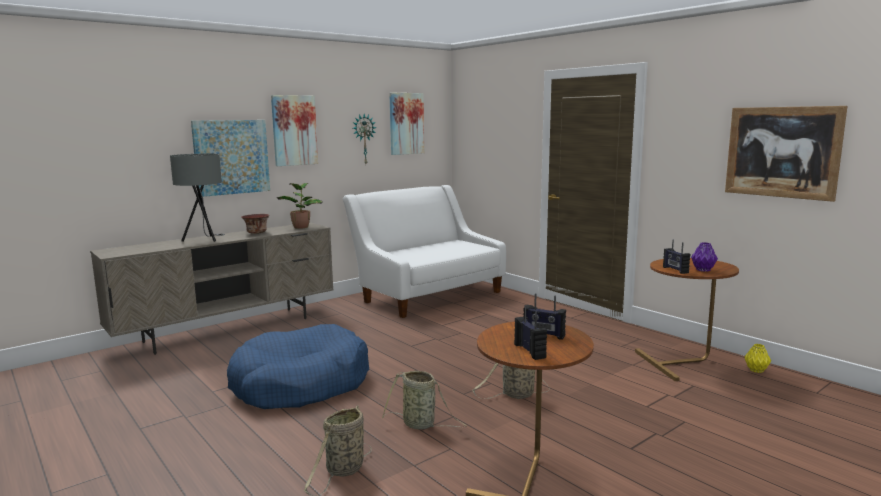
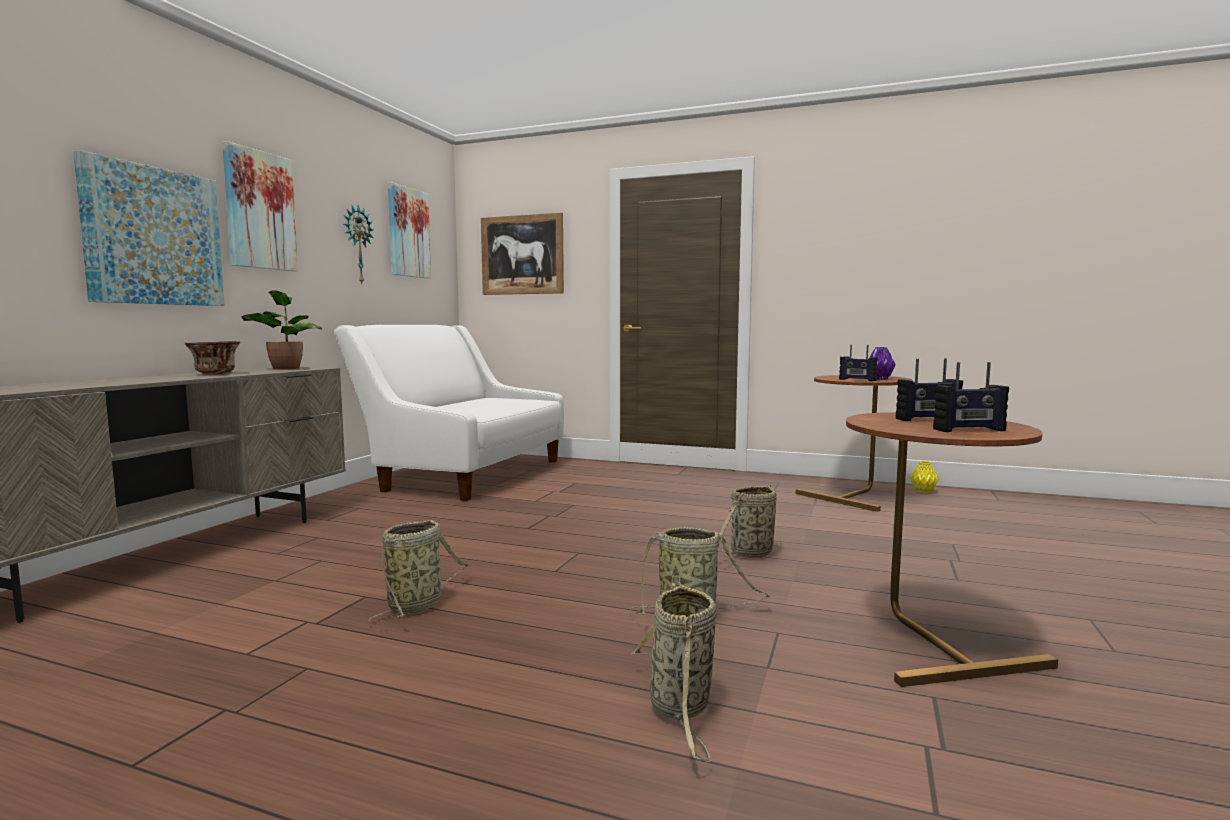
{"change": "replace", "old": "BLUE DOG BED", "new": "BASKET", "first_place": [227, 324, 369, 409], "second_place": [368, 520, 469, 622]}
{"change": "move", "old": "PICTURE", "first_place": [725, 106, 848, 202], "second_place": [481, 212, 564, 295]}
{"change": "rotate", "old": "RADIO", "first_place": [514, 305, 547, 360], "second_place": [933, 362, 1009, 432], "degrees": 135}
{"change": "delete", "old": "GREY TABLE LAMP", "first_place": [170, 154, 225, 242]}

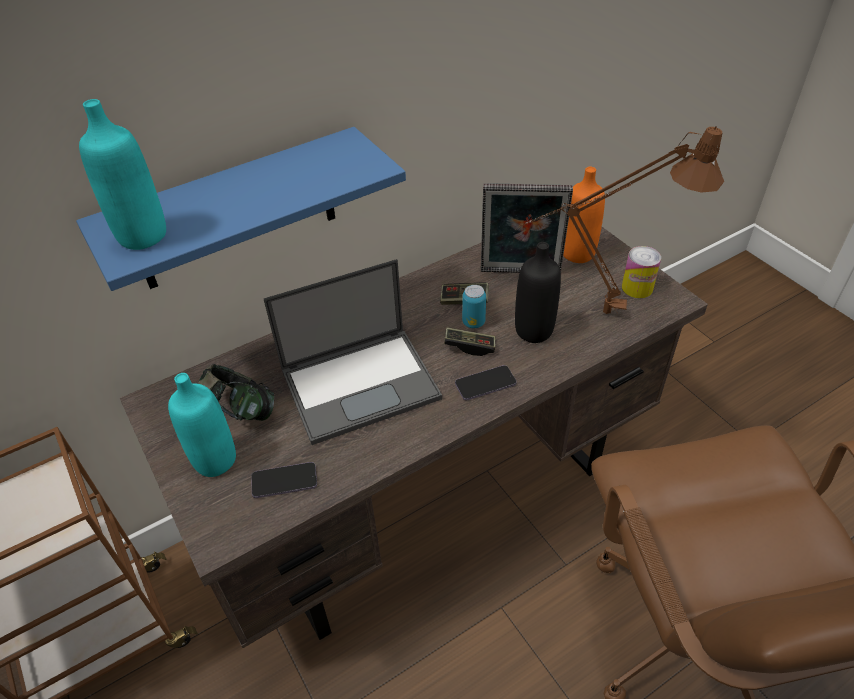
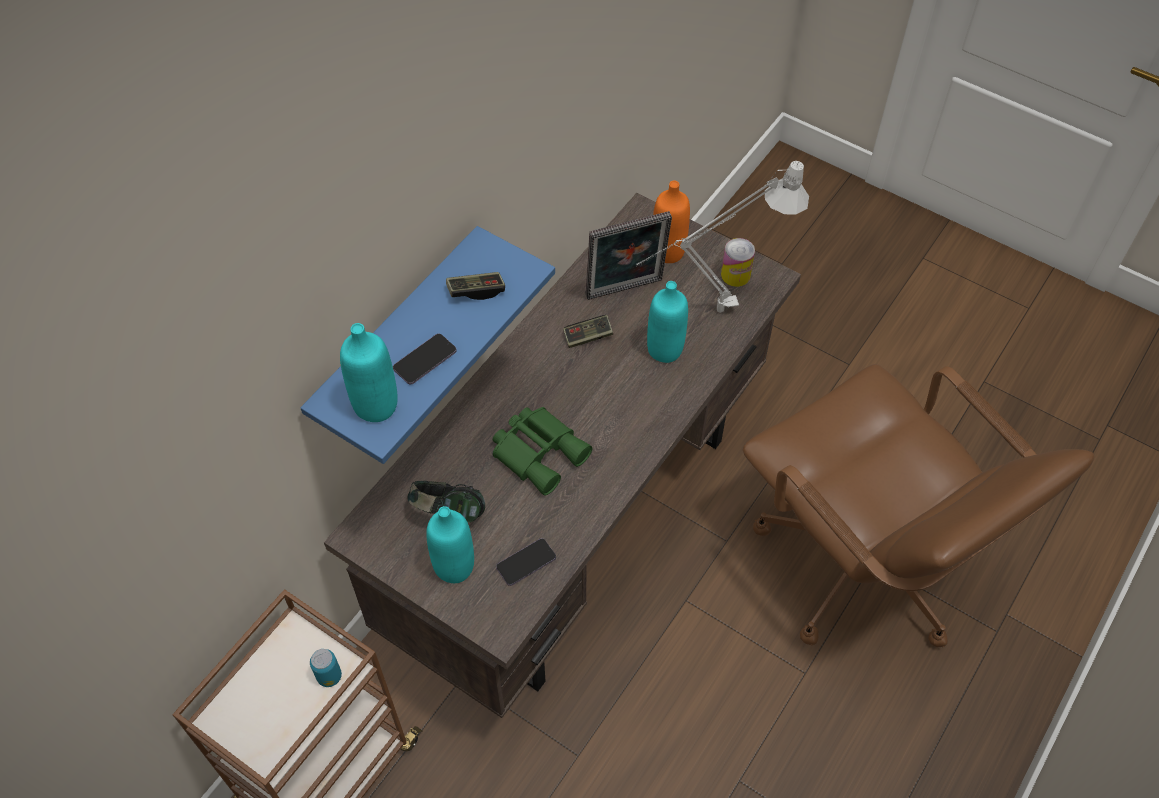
{"change": "move", "old": "CAN", "first_place": [462, 285, 486, 328], "second_place": [310, 649, 342, 687]}
{"change": "move", "old": "PHONE", "first_place": [455, 365, 516, 400], "second_place": [393, 334, 457, 384]}
{"change": "move", "old": "GAME CONTROLLER", "first_place": [444, 327, 495, 356], "second_place": [446, 272, 505, 300]}
{"change": "replace", "old": "LAPTOP", "new": "GREEN BINOCULARS", "first_place": [264, 259, 442, 445], "second_place": [493, 407, 593, 496]}
{"change": "recolor", "old": "BROWN TABLE LAMP", "new": "GREY TABLE LAMP", "first_place": [519, 126, 724, 314], "second_place": [637, 161, 809, 313]}
{"change": "recolor", "old": "BLACK BOTTLE", "new": "TURQUOISE BOTTLE", "first_place": [515, 242, 561, 343], "second_place": [647, 281, 688, 363]}

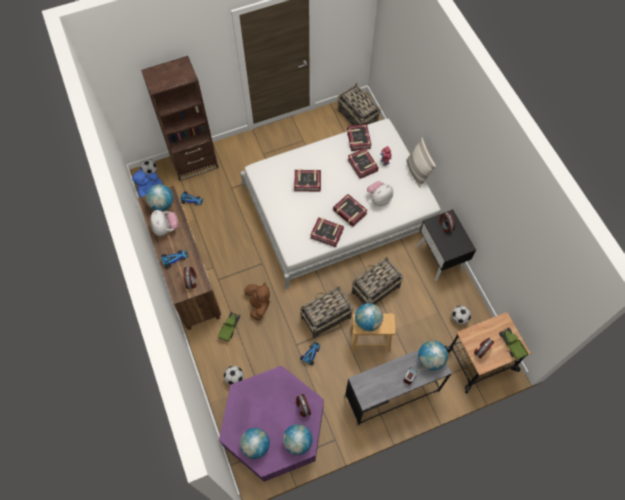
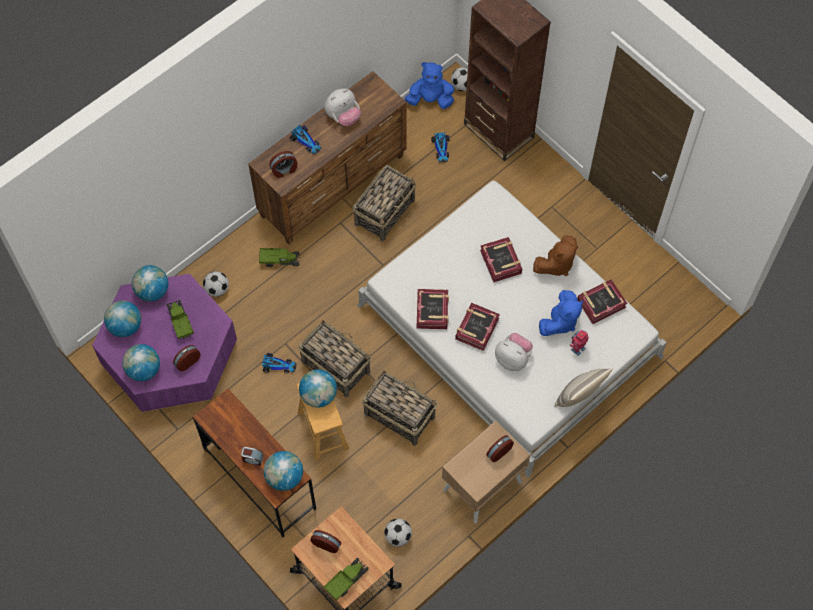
{"change": "move", "old": "GLOBE", "first_place": [146, 184, 173, 211], "second_place": [132, 265, 168, 302]}
{"change": "insert", "new": "TOY TRUCK", "second_place": [167, 300, 194, 340]}
{"change": "recolor", "old": "GREY DESK", "new": "BROWN DESK", "first_place": [344, 350, 452, 426], "second_place": [193, 389, 316, 537]}
{"change": "move", "old": "BASKET", "first_place": [338, 83, 381, 126], "second_place": [353, 165, 416, 242]}
{"change": "recolor", "old": "BLACK NIGHTSTAND", "new": "BEIGE NIGHTSTAND", "first_place": [417, 209, 476, 281], "second_place": [442, 421, 530, 524]}
{"change": "move", "old": "BROWN PLUSH TOY", "first_place": [244, 282, 270, 321], "second_place": [533, 235, 578, 276]}
{"change": "replace", "old": "BOOK", "new": "BLUE PLUSH TOY", "first_place": [348, 148, 379, 179], "second_place": [539, 290, 583, 336]}

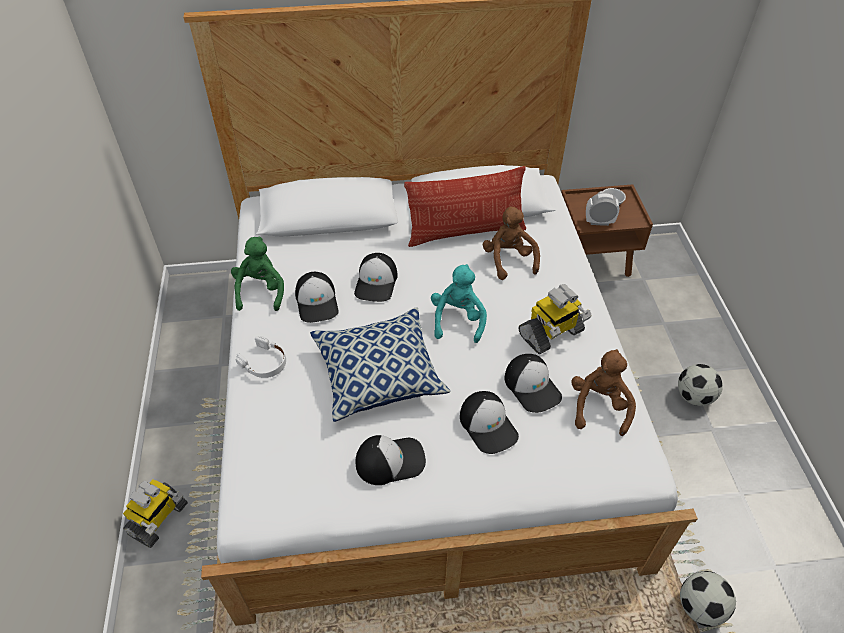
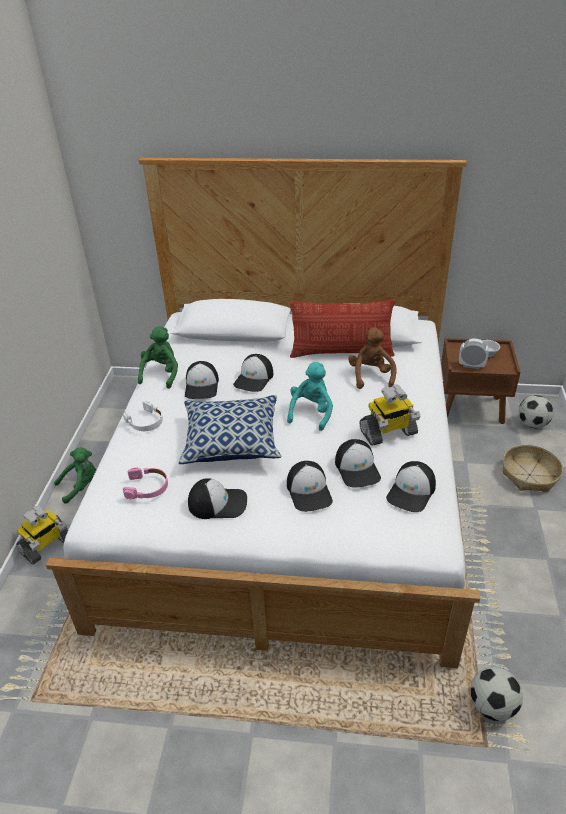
{"change": "insert", "new": "GREEN PLUSH TOY", "second_place": [54, 447, 97, 504]}
{"change": "insert", "new": "PINK HEADPHONES", "second_place": [123, 467, 168, 499]}
{"change": "replace", "old": "BROWN PLUSH TOY", "new": "CAP", "first_place": [571, 349, 636, 436], "second_place": [386, 461, 436, 512]}
{"change": "insert", "new": "BASKET", "second_place": [503, 445, 563, 492]}
{"change": "move", "old": "FOOTBALL", "first_place": [678, 364, 723, 406], "second_place": [518, 395, 554, 428]}

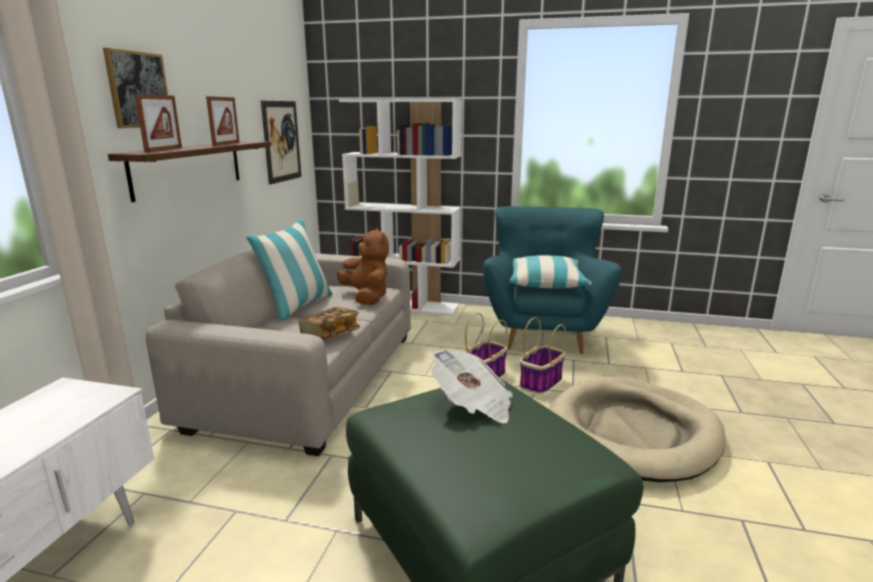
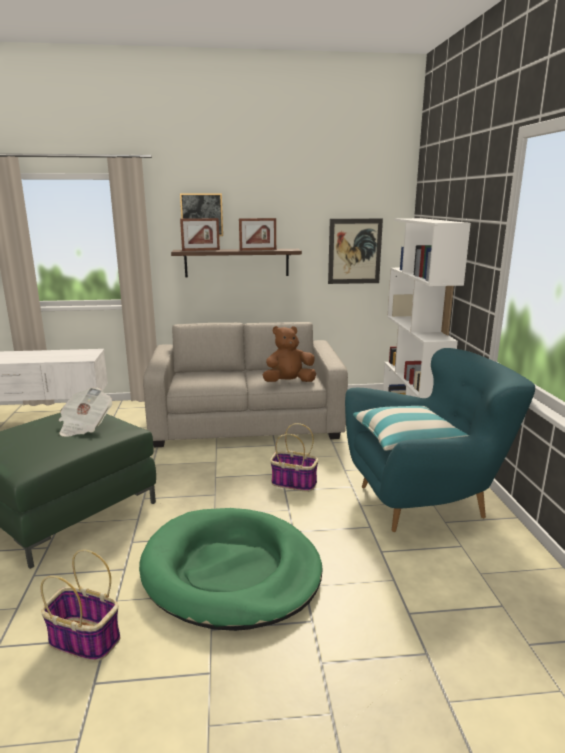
{"change": "move", "old": "BASKET", "first_place": [520, 317, 566, 394], "second_place": [40, 550, 120, 661]}
{"change": "recolor", "old": "BEIGE DOG BED", "new": "GREEN DOG BED", "first_place": [549, 377, 725, 482], "second_place": [139, 508, 323, 631]}
{"change": "rotate", "old": "BROWN PLUSH TOY", "first_place": [337, 227, 389, 305], "second_place": [263, 326, 316, 382], "degrees": -150}
{"change": "delete", "old": "PILLOW", "first_place": [246, 219, 333, 321]}
{"change": "delete", "old": "BOOK", "first_place": [299, 307, 360, 340]}

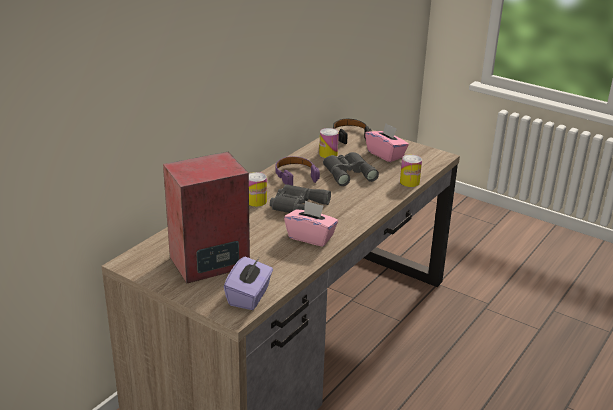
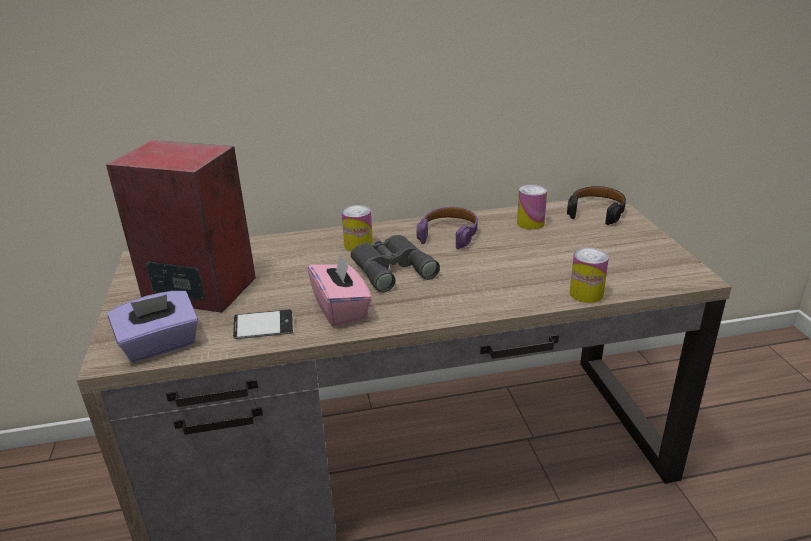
{"change": "insert", "new": "PHONE", "second_place": [233, 309, 293, 339]}
{"change": "delete", "old": "GREY BINOCULARS", "first_place": [323, 152, 379, 186]}
{"change": "delete", "old": "PINK TISSUE BOX", "first_place": [365, 123, 409, 162]}

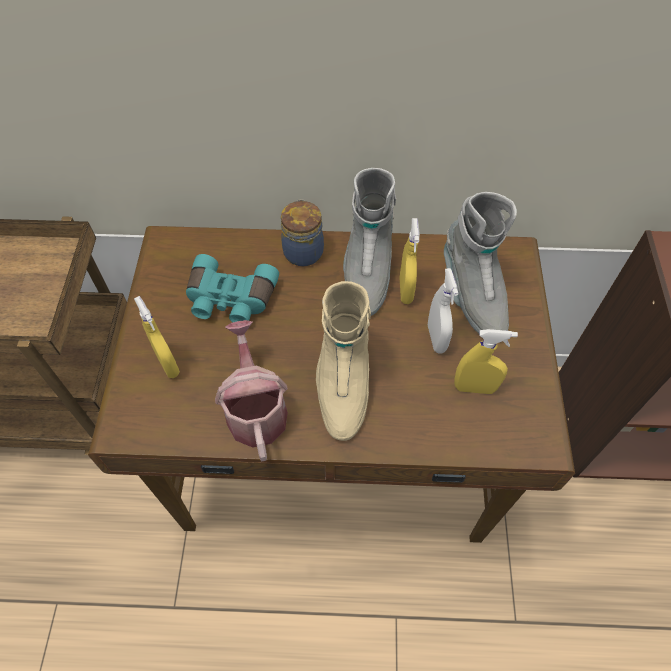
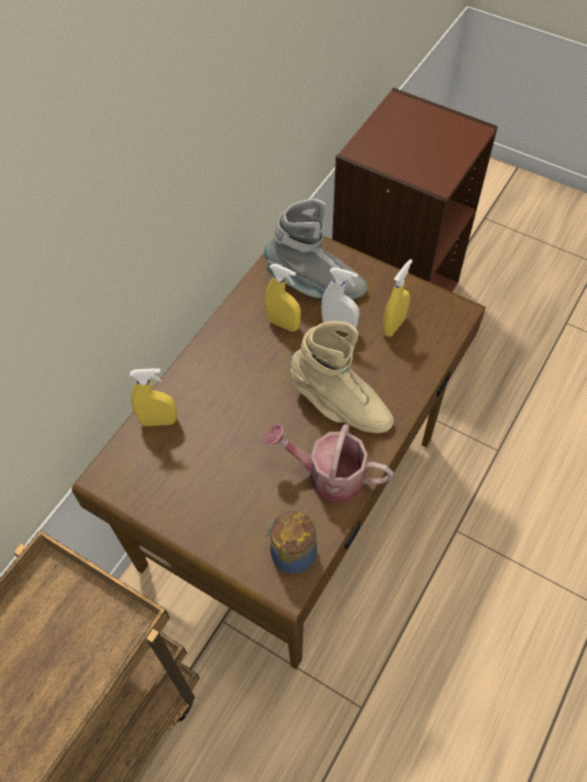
{"change": "move", "old": "YELLOW SPRAY BOTTLE", "first_place": [134, 296, 180, 378], "second_place": [130, 368, 177, 426]}
{"change": "move", "old": "JAR", "first_place": [281, 199, 324, 266], "second_place": [266, 511, 317, 574]}
{"change": "delete", "old": "TURQUOISE BINOCULARS", "first_place": [186, 254, 279, 322]}
{"change": "delete", "old": "GREY BOOT", "first_place": [343, 168, 396, 316]}

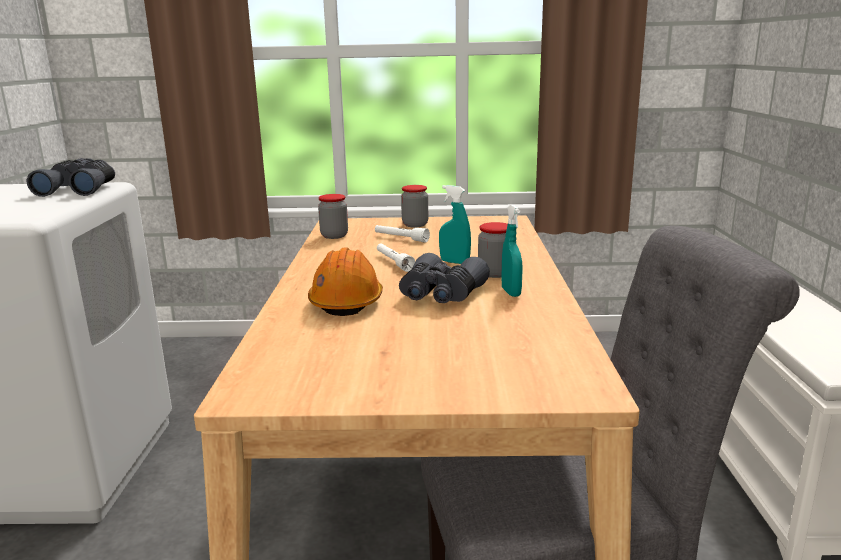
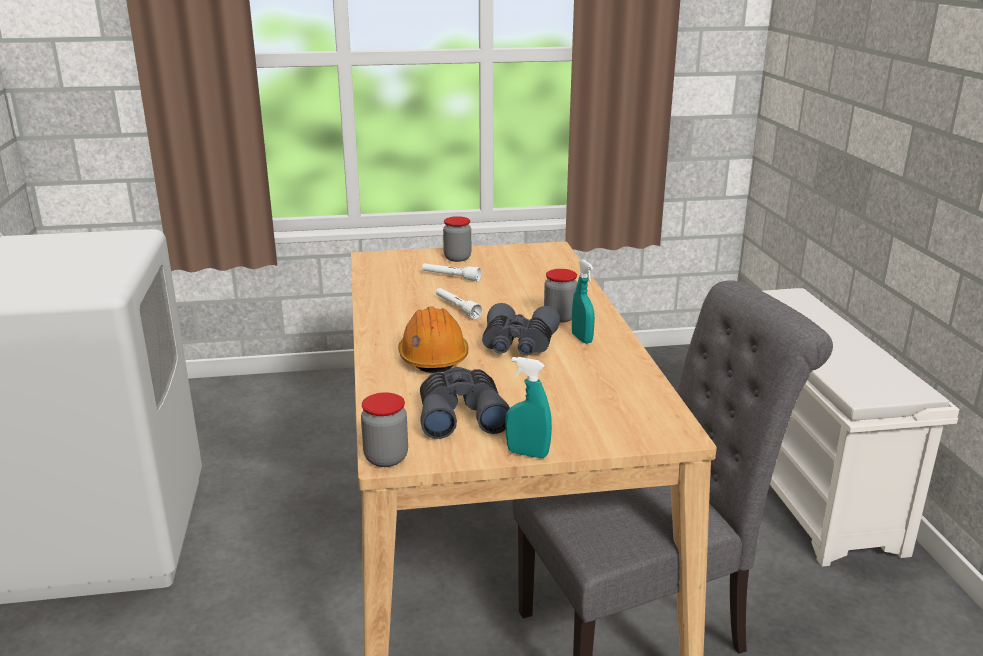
{"change": "move", "old": "JAR", "first_place": [318, 194, 348, 239], "second_place": [361, 392, 408, 467]}
{"change": "move", "old": "GREY BINOCULARS", "first_place": [27, 158, 115, 197], "second_place": [420, 367, 510, 439]}
{"change": "move", "old": "TURQUOISE SPRAY BOTTLE", "first_place": [439, 185, 471, 264], "second_place": [505, 357, 552, 458]}

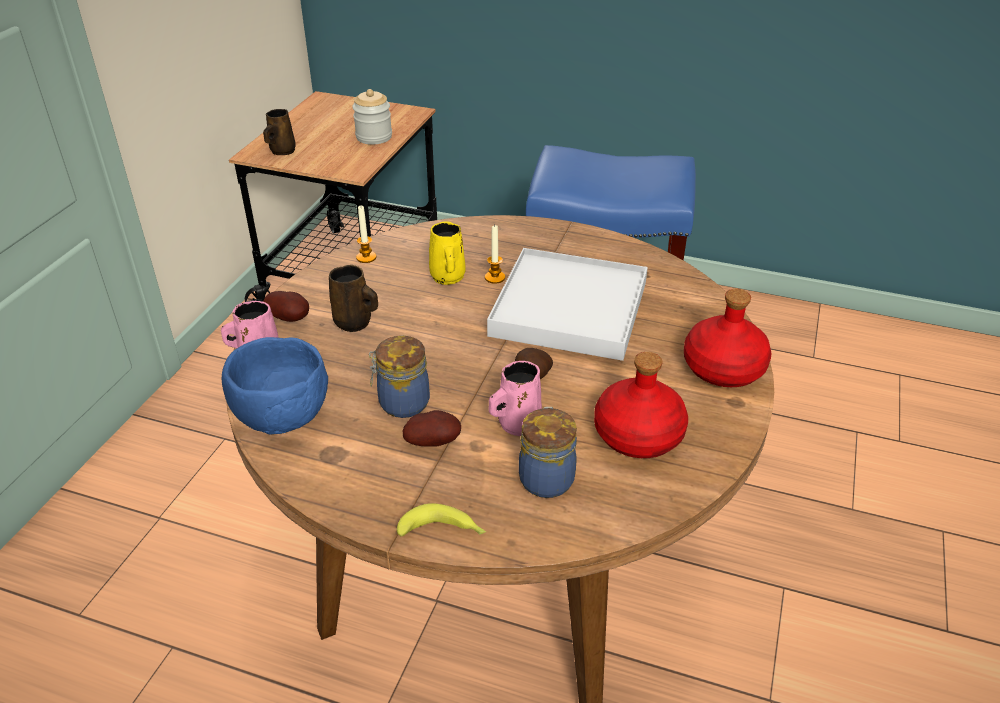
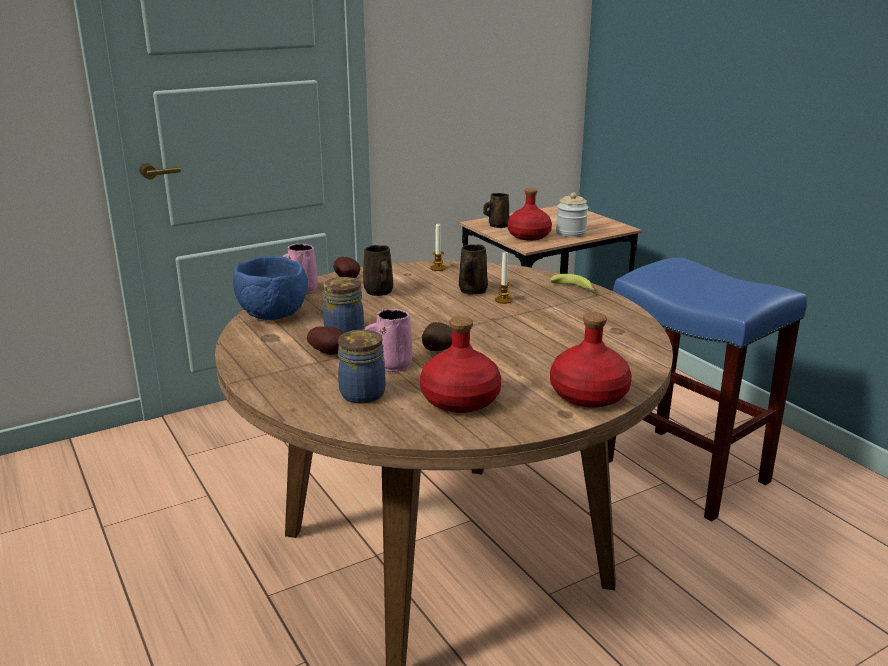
{"change": "recolor", "old": "YELLOW MUG", "new": "BROWN MUG", "first_place": [429, 221, 466, 285], "second_place": [459, 244, 488, 294]}
{"change": "insert", "new": "RED BOTTLE", "second_place": [507, 188, 552, 240]}
{"change": "move", "old": "BANANA", "first_place": [397, 503, 486, 537], "second_place": [550, 274, 594, 291]}
{"change": "delete", "old": "WHITE TRAY", "first_place": [487, 248, 648, 361]}

